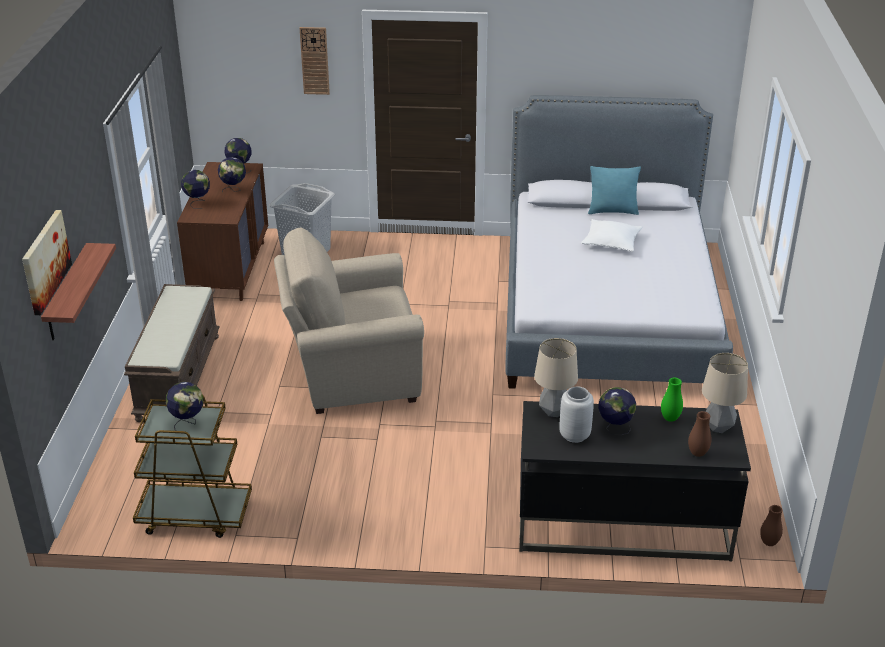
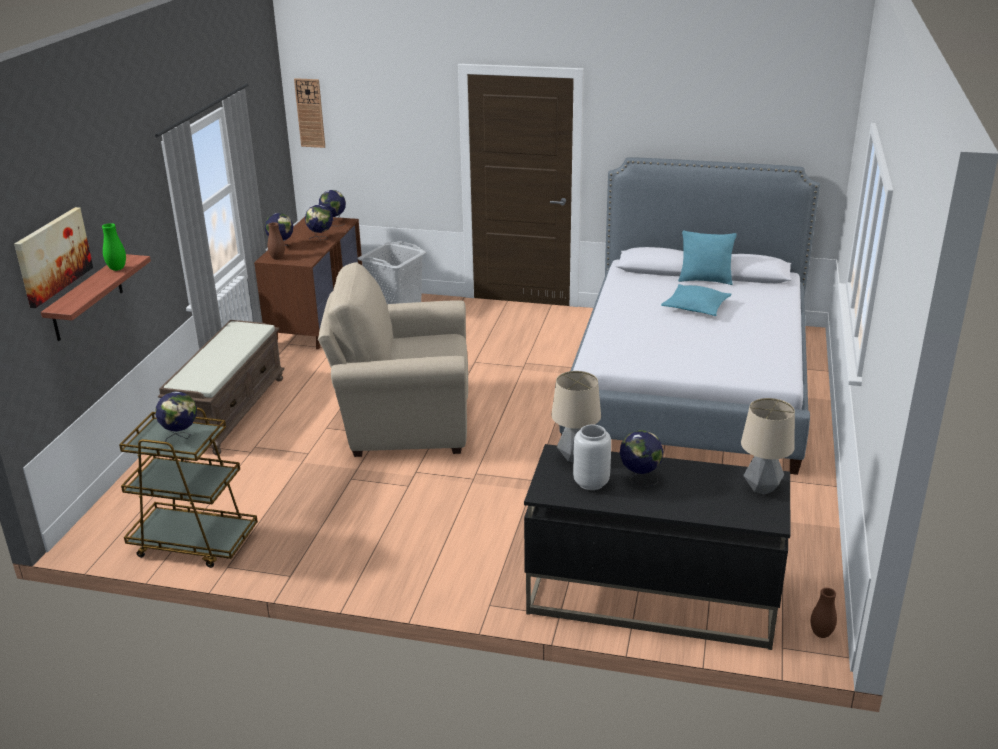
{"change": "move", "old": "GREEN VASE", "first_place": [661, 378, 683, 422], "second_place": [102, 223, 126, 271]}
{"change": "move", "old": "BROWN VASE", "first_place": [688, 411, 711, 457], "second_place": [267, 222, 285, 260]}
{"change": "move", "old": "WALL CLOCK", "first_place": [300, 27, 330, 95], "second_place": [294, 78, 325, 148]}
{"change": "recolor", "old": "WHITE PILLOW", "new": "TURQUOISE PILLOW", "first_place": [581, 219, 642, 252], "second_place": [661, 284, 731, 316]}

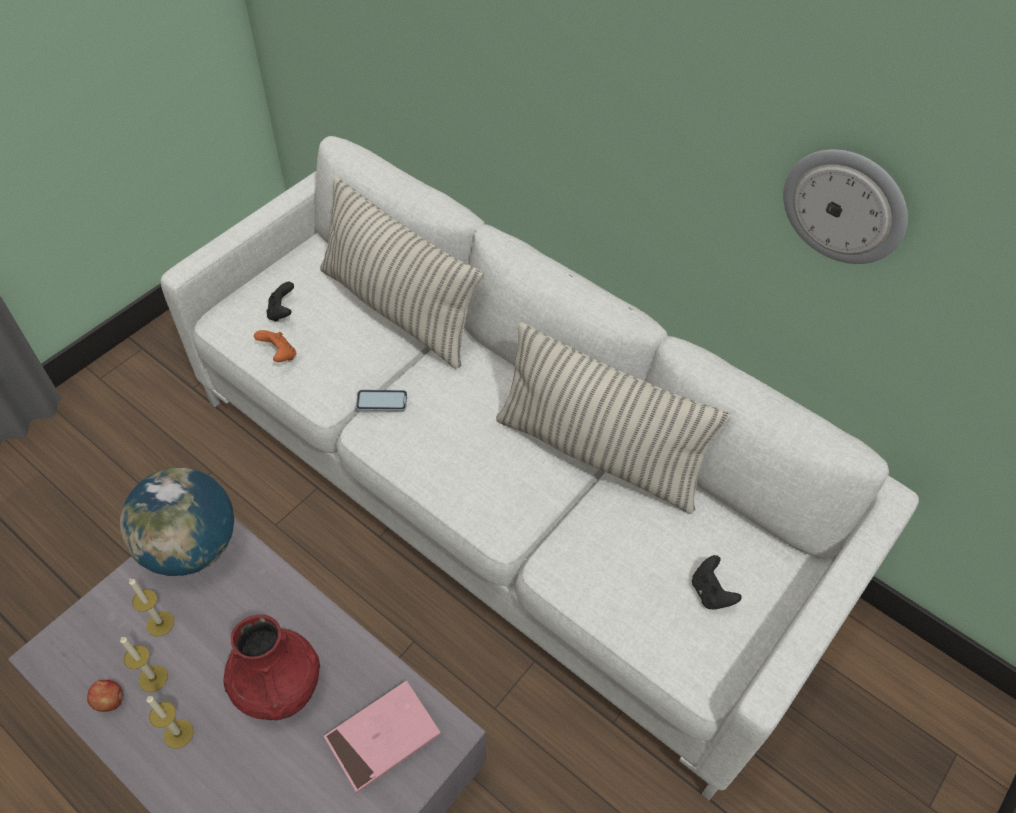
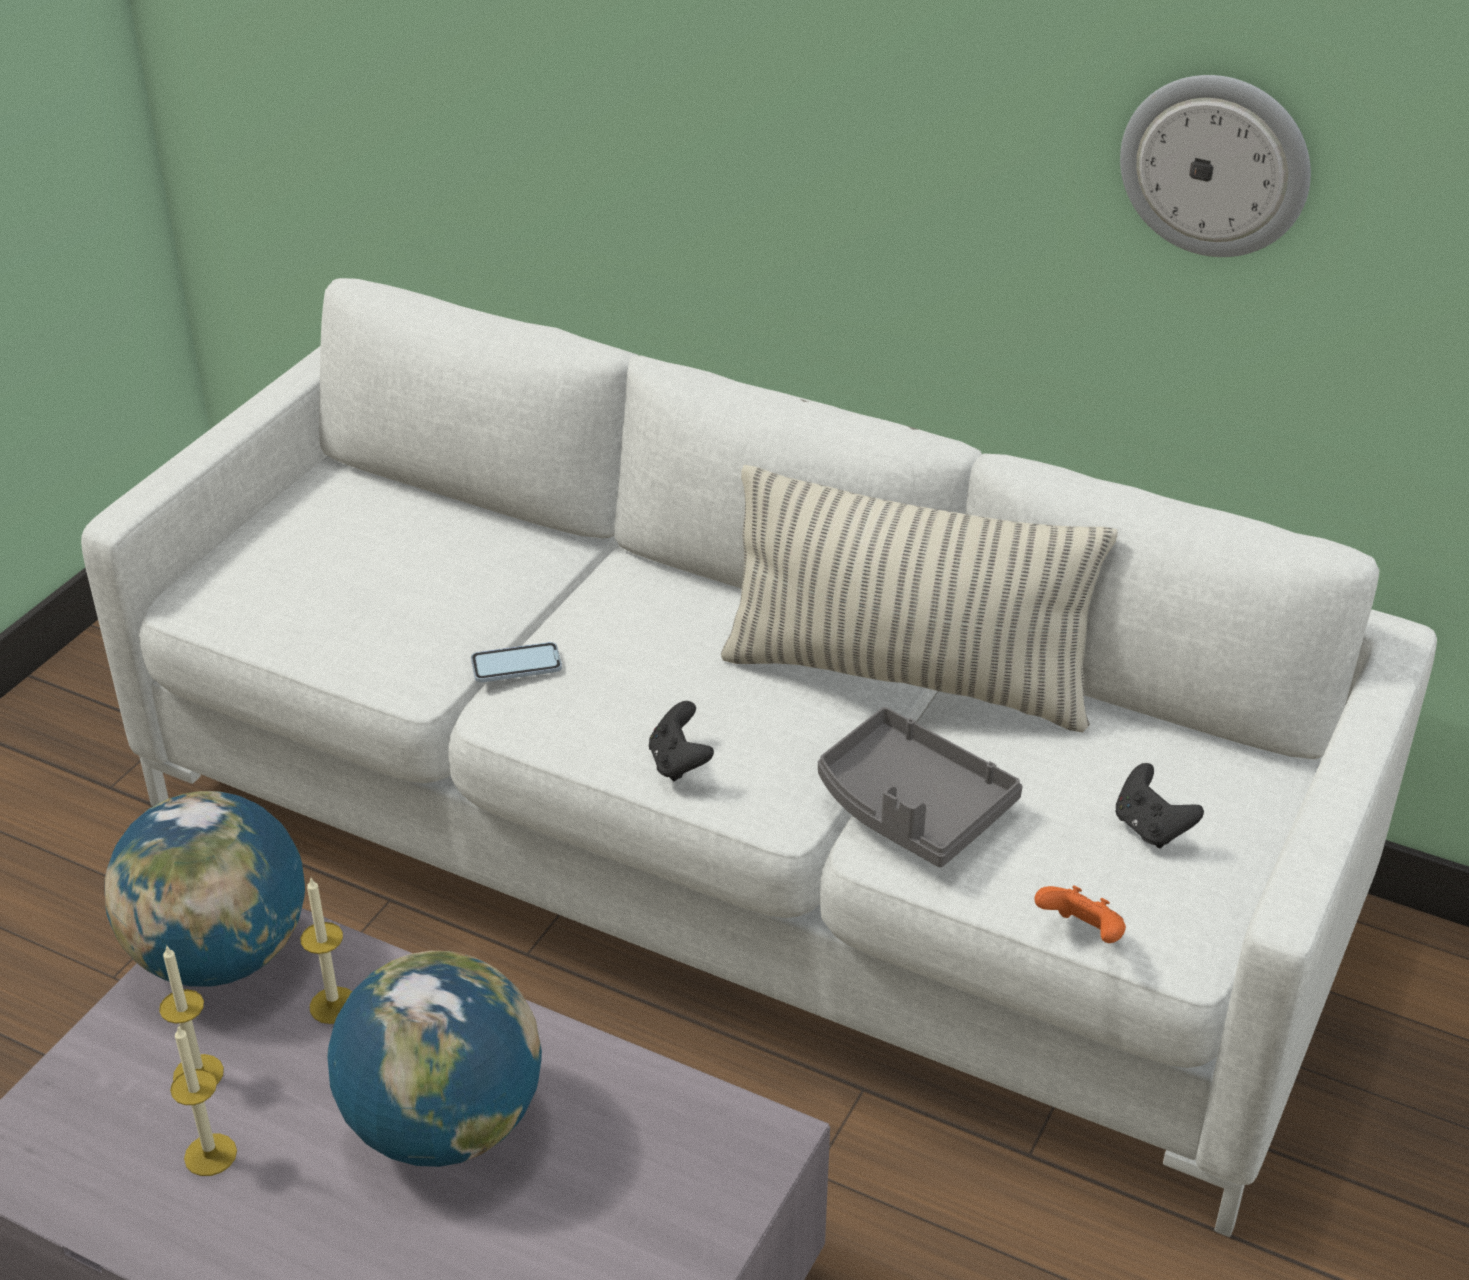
{"change": "move", "old": "CANDLE", "first_place": [147, 696, 194, 749], "second_place": [301, 878, 352, 1024]}
{"change": "replace", "old": "RED VASE", "new": "GLOBE", "first_place": [223, 614, 320, 720], "second_place": [327, 951, 542, 1167]}
{"change": "move", "old": "BLACK GAME CONTROLLER", "first_place": [266, 282, 294, 322], "second_place": [649, 701, 714, 781]}
{"change": "insert", "new": "GREY TRAY", "second_place": [818, 707, 1023, 867]}
{"change": "move", "old": "ORANGE GAME CONTROLLER", "first_place": [254, 330, 296, 362], "second_place": [1035, 885, 1126, 943]}
{"change": "delete", "old": "APPLE", "first_place": [87, 680, 122, 712]}
{"change": "delete", "old": "PILLOW", "first_place": [320, 176, 483, 369]}
{"change": "delete", "old": "PINK BOOK", "first_place": [324, 681, 441, 793]}

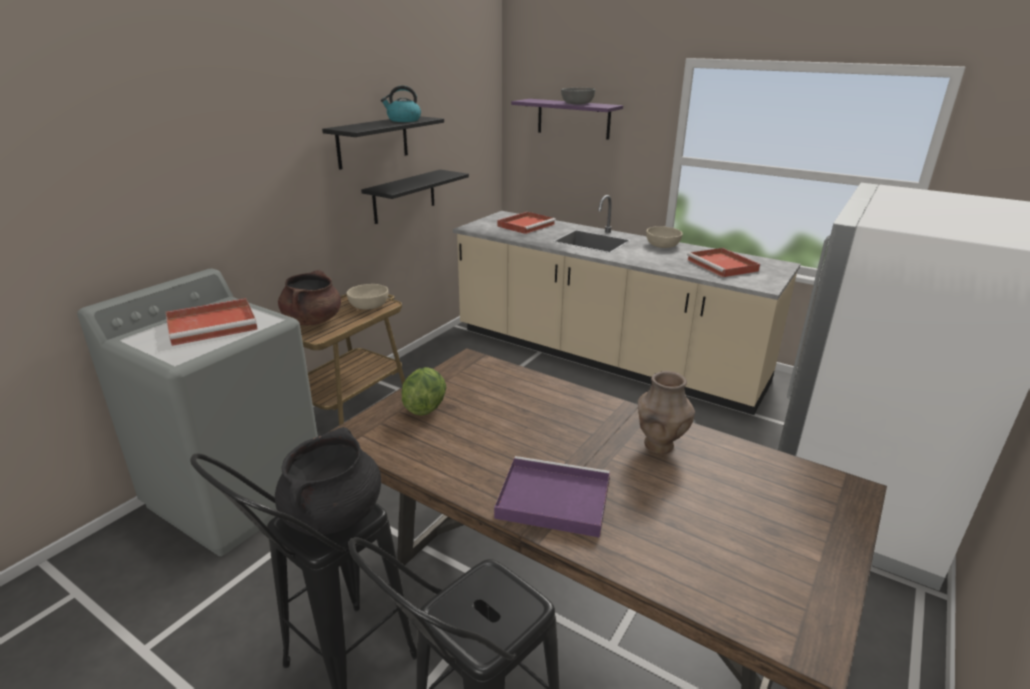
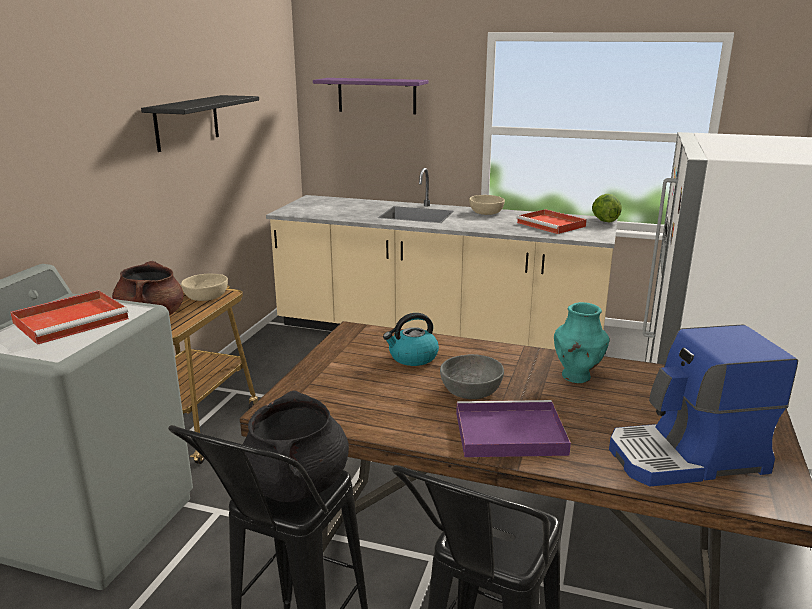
{"change": "move", "old": "KETTLE", "first_place": [381, 86, 421, 122], "second_place": [383, 313, 439, 366]}
{"change": "move", "old": "GREY BOWL", "first_place": [561, 88, 595, 104], "second_place": [440, 354, 504, 399]}
{"change": "recolor", "old": "BROWN VASE", "new": "TURQUOISE VASE", "first_place": [638, 371, 695, 454], "second_place": [554, 302, 609, 383]}
{"change": "move", "old": "LETTUCE", "first_place": [401, 367, 446, 416], "second_place": [592, 194, 622, 222]}
{"change": "insert", "new": "COFFEE MACHINE", "second_place": [609, 324, 798, 486]}
{"change": "delete", "old": "BLACK SHELF", "first_place": [361, 170, 469, 224]}
{"change": "delete", "old": "RED TRAY", "first_place": [497, 212, 556, 234]}

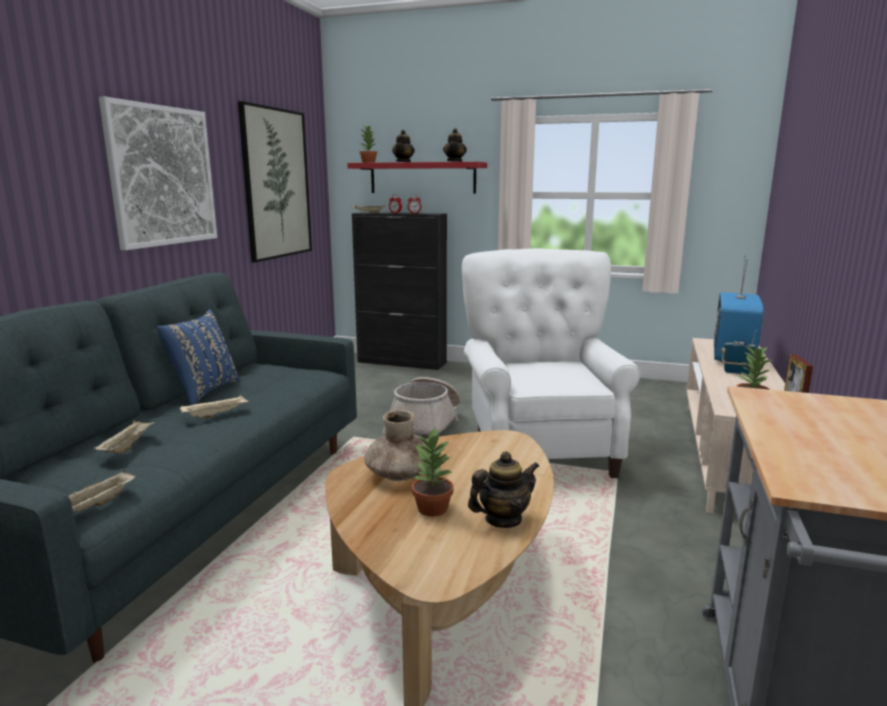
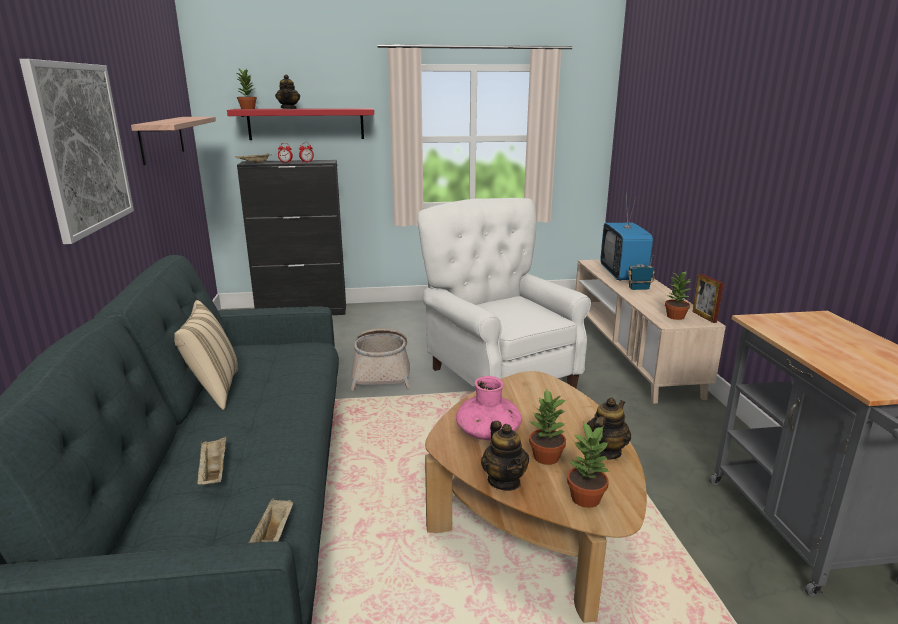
{"change": "replace", "old": "PICTURE", "new": "SHELF", "first_place": [238, 101, 312, 263], "second_place": [131, 117, 216, 165]}
{"change": "recolor", "old": "BLUE PILLOW", "new": "BEIGE PILLOW", "first_place": [157, 309, 240, 405], "second_place": [174, 300, 238, 410]}
{"change": "recolor", "old": "BROWN VASE", "new": "PINK VASE", "first_place": [364, 410, 426, 481], "second_place": [456, 376, 522, 440]}
{"change": "move", "old": "TEAPOT", "first_place": [443, 128, 467, 162], "second_place": [481, 421, 529, 491]}
{"change": "insert", "new": "POTTED PLANT", "second_place": [567, 421, 611, 508]}
{"change": "delete", "old": "BEIGE TRAY", "first_place": [180, 395, 249, 418]}

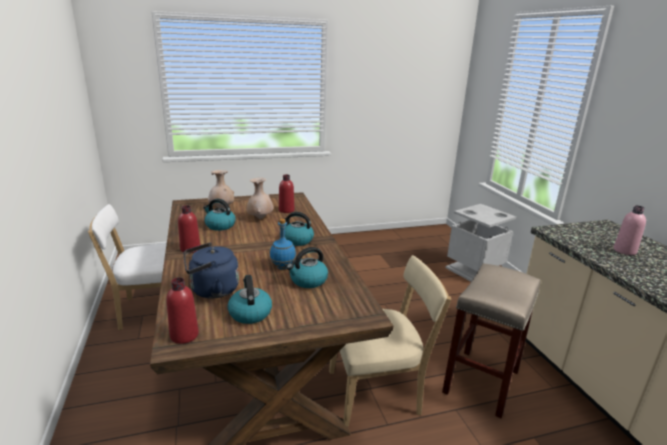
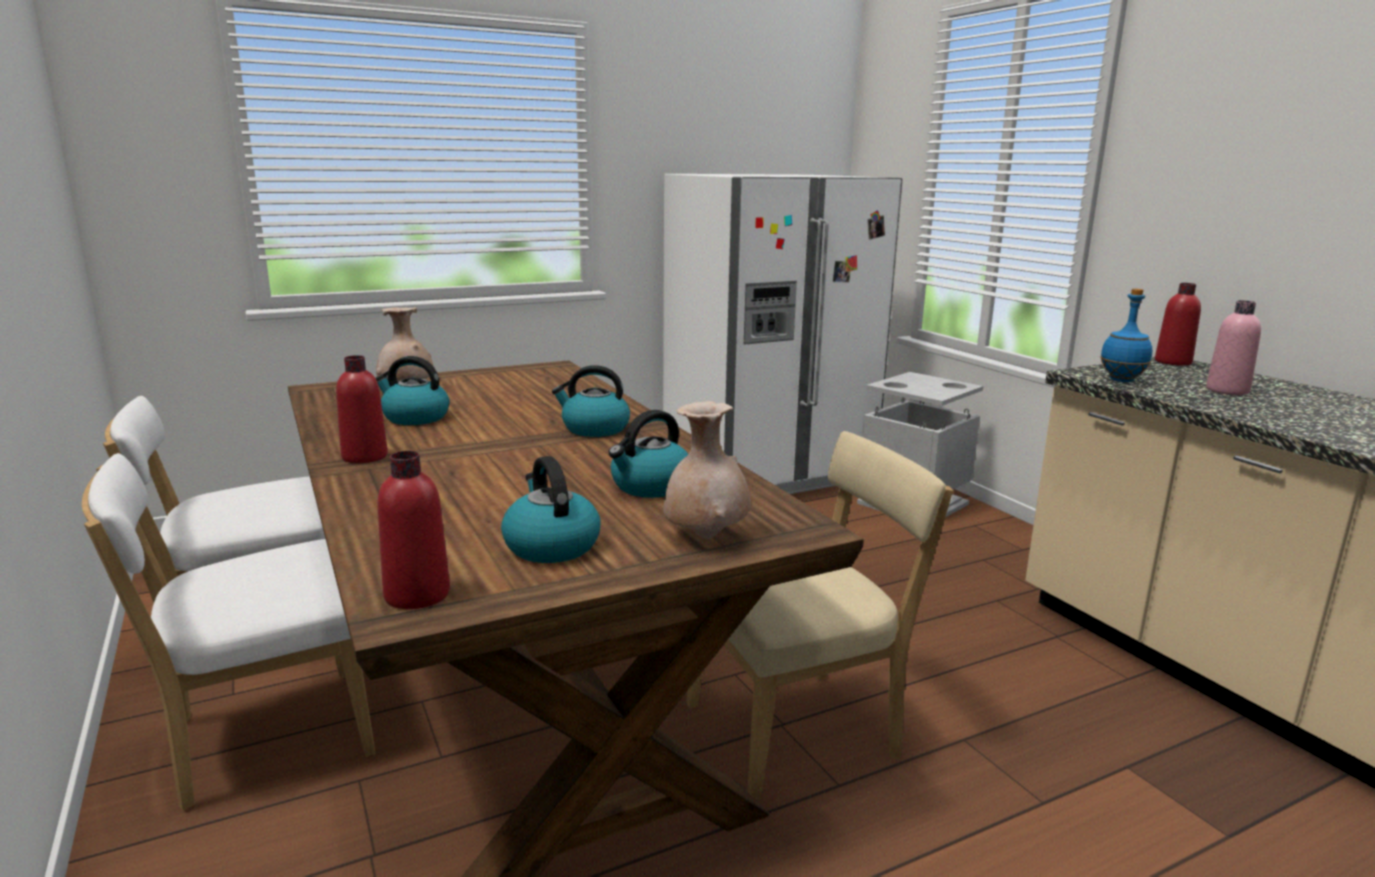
{"change": "insert", "new": "WHITE CHAIR", "second_place": [82, 453, 376, 810]}
{"change": "insert", "new": "WHITE FRIDGE", "second_place": [663, 174, 902, 494]}
{"change": "move", "old": "BEIGE VASE", "first_place": [247, 178, 273, 219], "second_place": [663, 401, 751, 539]}
{"change": "move", "old": "BLUE BOTTLE", "first_place": [270, 219, 296, 269], "second_place": [1100, 289, 1152, 382]}
{"change": "move", "old": "RED BOTTLE", "first_place": [279, 174, 295, 213], "second_place": [1155, 283, 1201, 366]}
{"change": "delete", "old": "BLUE KETTLE", "first_place": [183, 243, 239, 299]}
{"change": "delete", "old": "BEIGE STOOL", "first_place": [442, 263, 541, 418]}

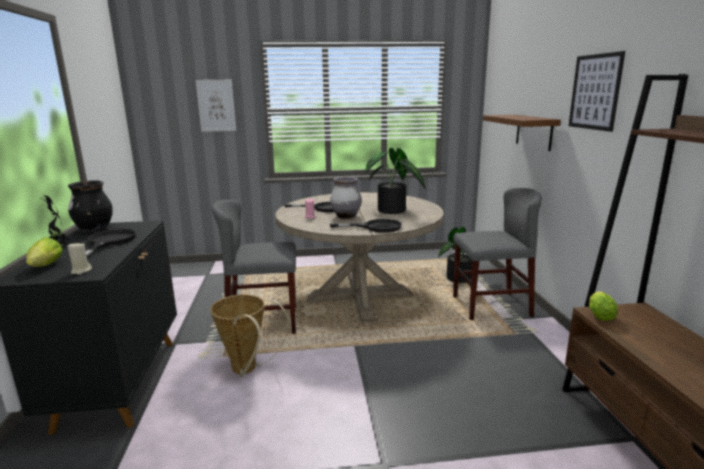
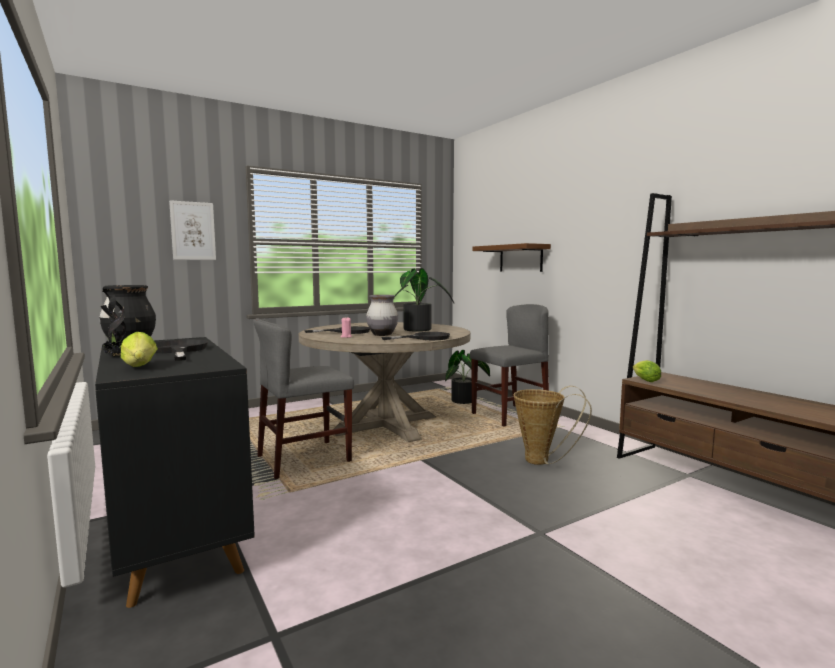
{"change": "move", "old": "BASKET", "first_place": [210, 294, 289, 377], "second_place": [513, 386, 592, 465]}
{"change": "delete", "old": "BEIGE CANDLE", "first_place": [67, 242, 92, 275]}
{"change": "delete", "old": "PICTURE", "first_place": [568, 51, 625, 132]}

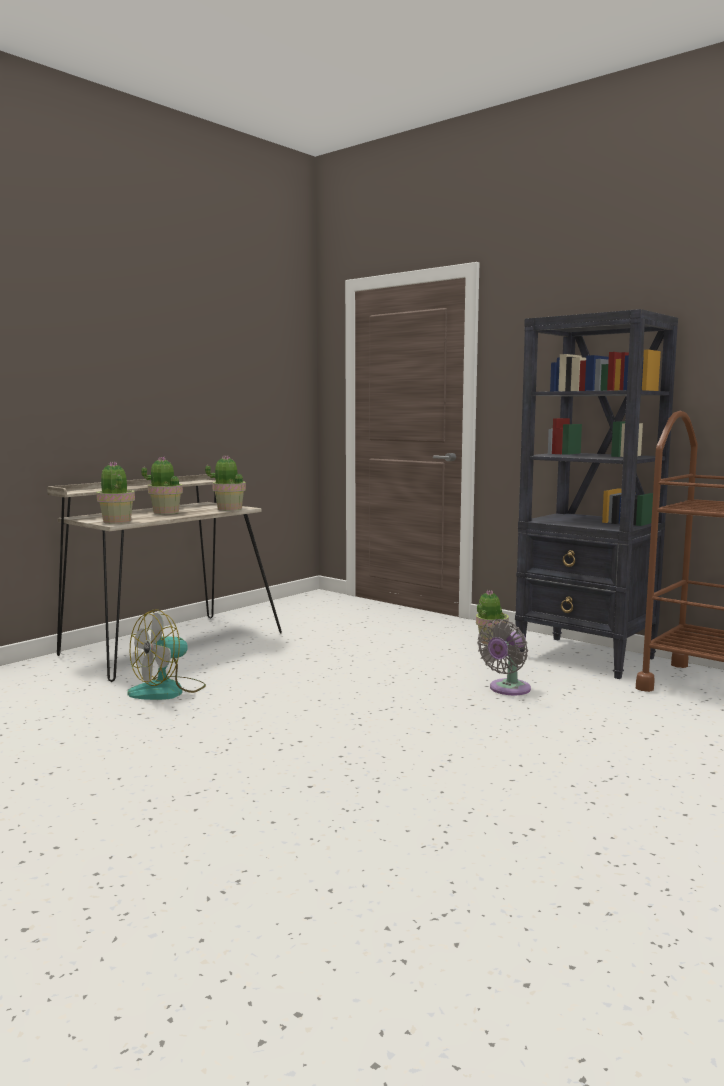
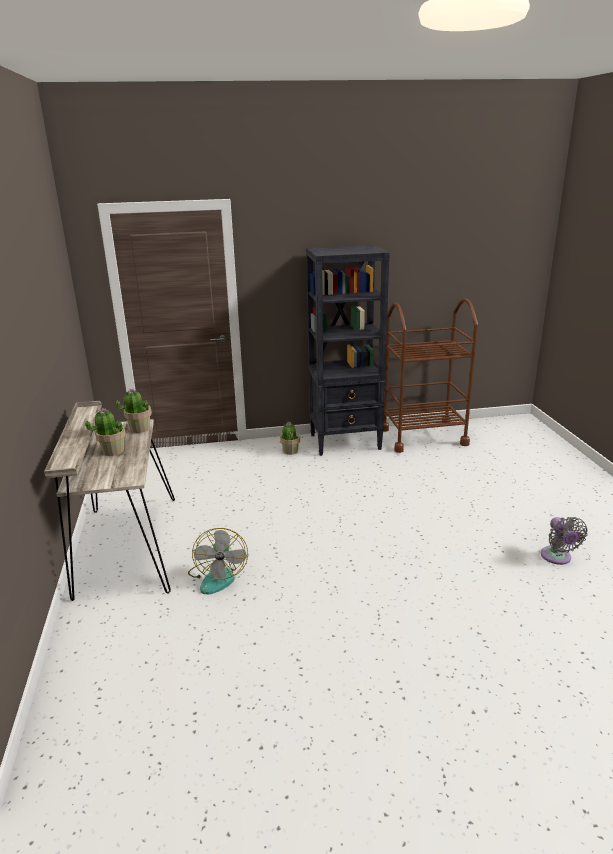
{"change": "move", "old": "GREY FAN", "first_place": [477, 619, 531, 695], "second_place": [541, 517, 588, 565]}
{"change": "delete", "old": "POTTED PLANT", "first_place": [97, 461, 135, 524]}

